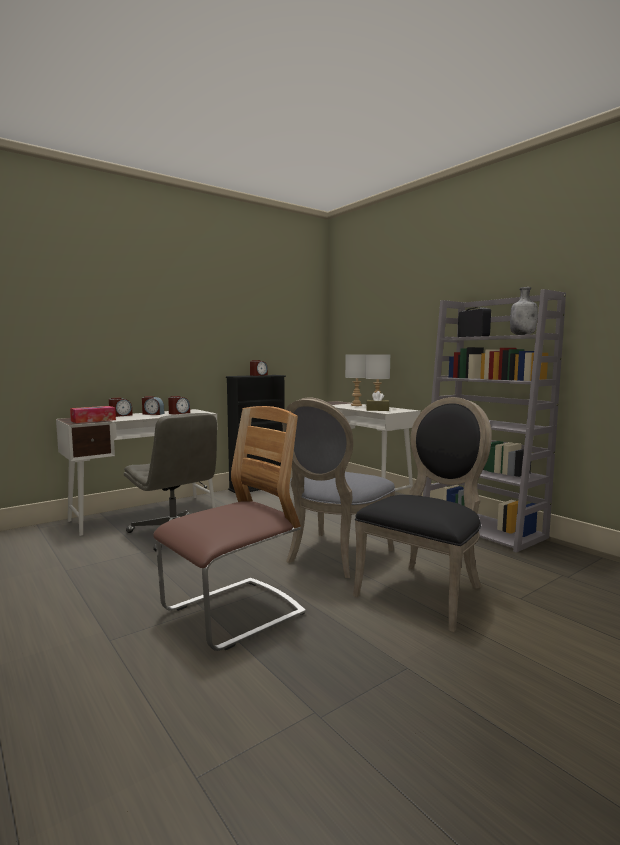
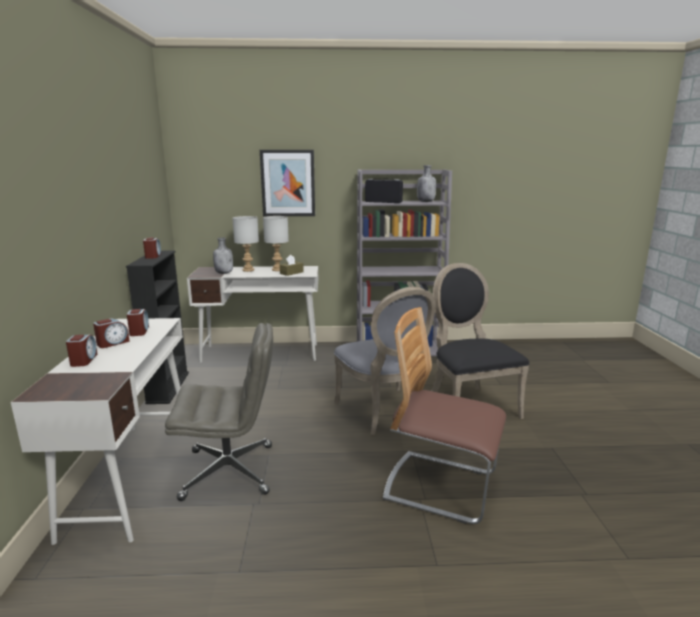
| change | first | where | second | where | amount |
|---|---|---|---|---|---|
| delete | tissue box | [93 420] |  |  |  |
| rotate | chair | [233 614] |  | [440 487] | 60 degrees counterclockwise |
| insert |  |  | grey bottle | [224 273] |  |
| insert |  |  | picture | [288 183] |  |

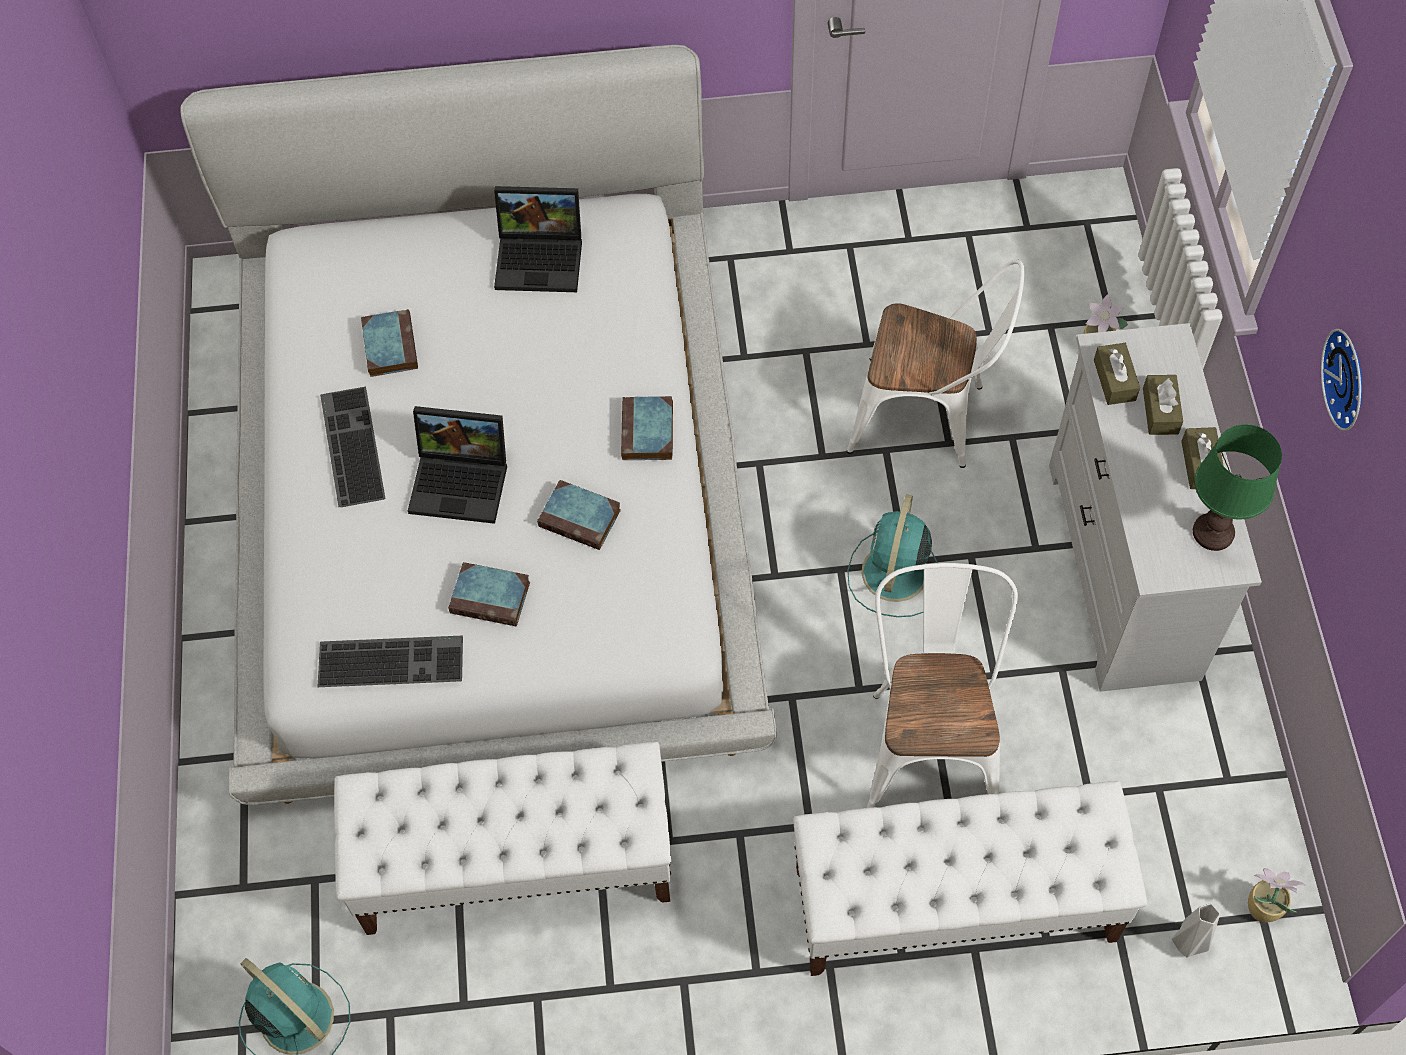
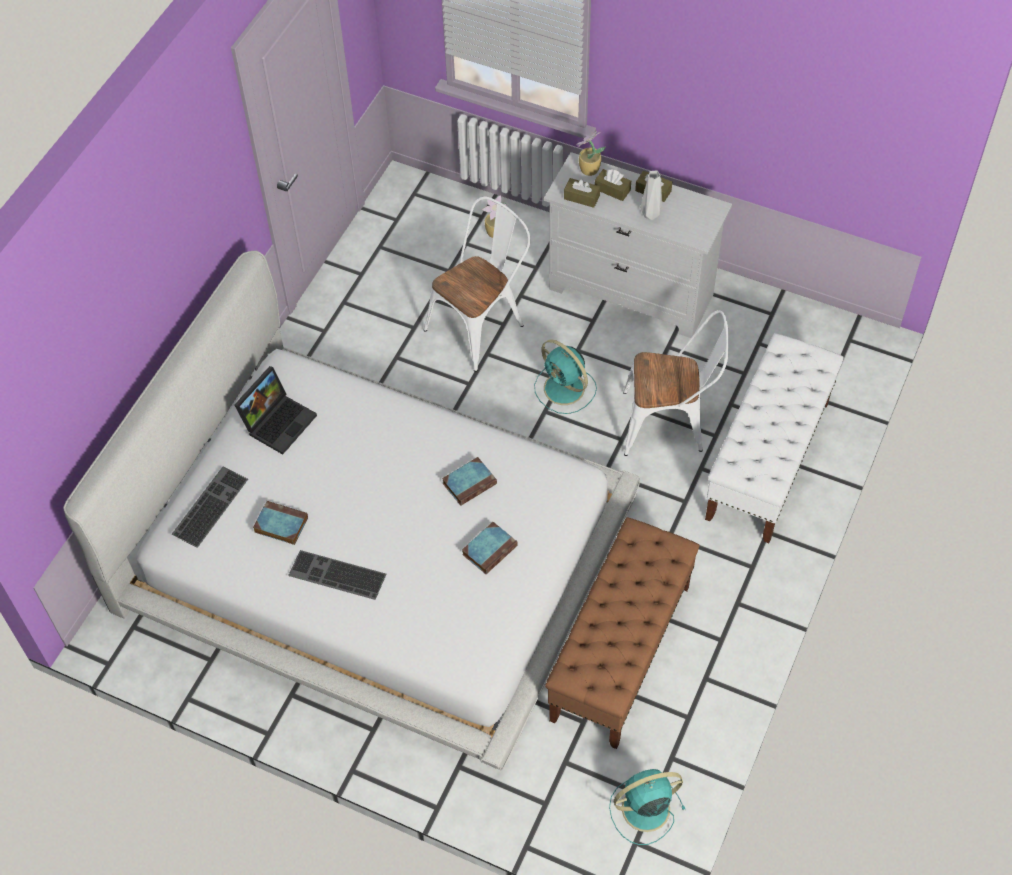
| change | first | where | second | where | amount |
|---|---|---|---|---|---|
| move | keyboard | [392 659] |  | [209 505] |  |
| recolor | white bench | [516 864] | brown bench | [620 652] |  |
| delete | laptop | [463 481] |  |  |  |
| delete | book | [648 433] |  |  |  |
| rotate | white chair | [929 739] |  | [670 423] | 150 degrees clockwise |
| move | grey vase | [1189 945] |  | [651 214] |  |
| delete | green table lamp | [1212 532] |  |  |  |
| move | potted plant | [1261 907] |  | [588 170] |  |
| delete | wall clock | [1349 379] |  |  |  |

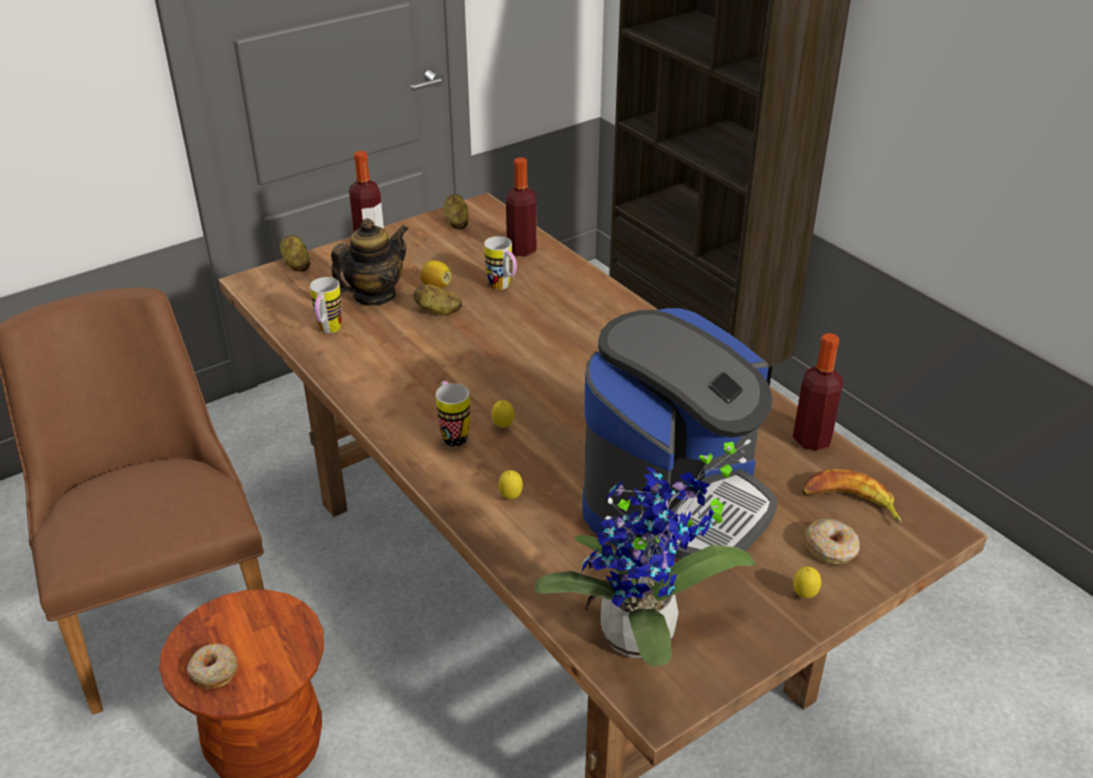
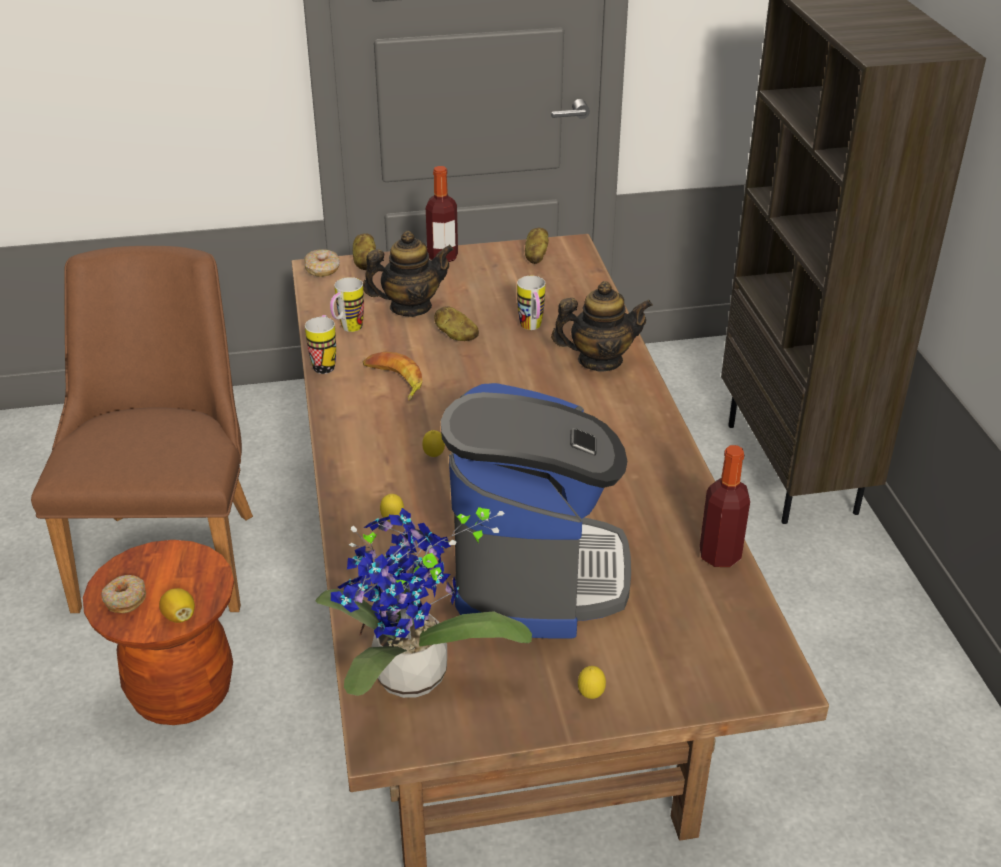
| change | first | where | second | where | amount |
|---|---|---|---|---|---|
| move | lemon | [436 286] |  | [179 616] |  |
| move | mug | [452 434] |  | [325 364] |  |
| delete | bottle | [521 250] |  |  |  |
| rotate | coffee machine | [676 504] |  | [536 574] | 60 degrees counterclockwise |
| move | banana | [850 503] |  | [394 381] |  |
| move | donut | [831 549] |  | [322 269] |  |
| insert |  |  | teapot | [599 360] |  |

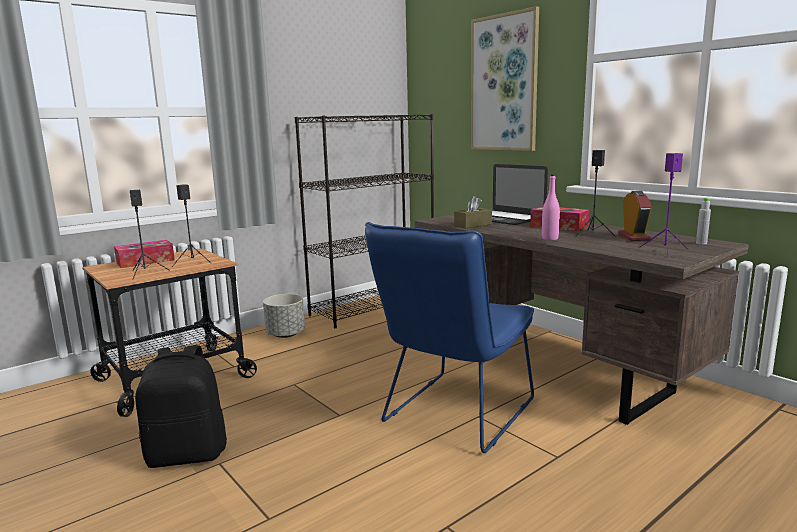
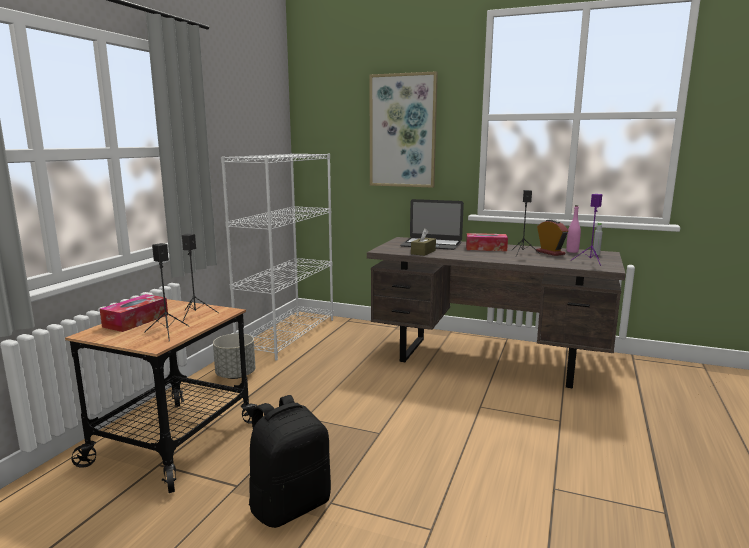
| change | first | where | second | where | amount |
|---|---|---|---|---|---|
| recolor | black bookcase | [374 307] | white bookcase | [288 335] |  |
| delete | blue chair | [454 415] |  |  |  |
| move | pink bottle | [550 239] |  | [572 251] |  |

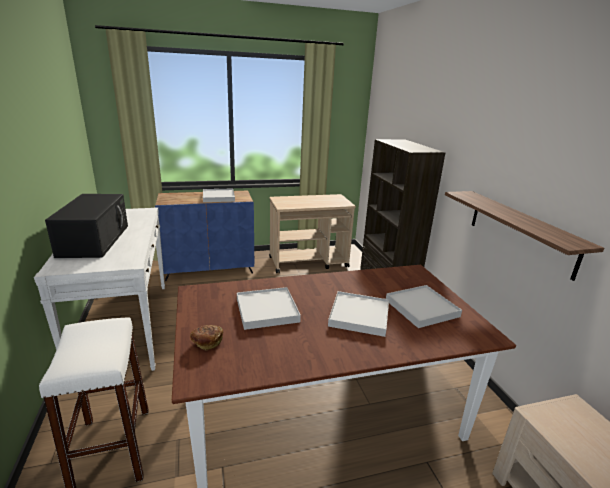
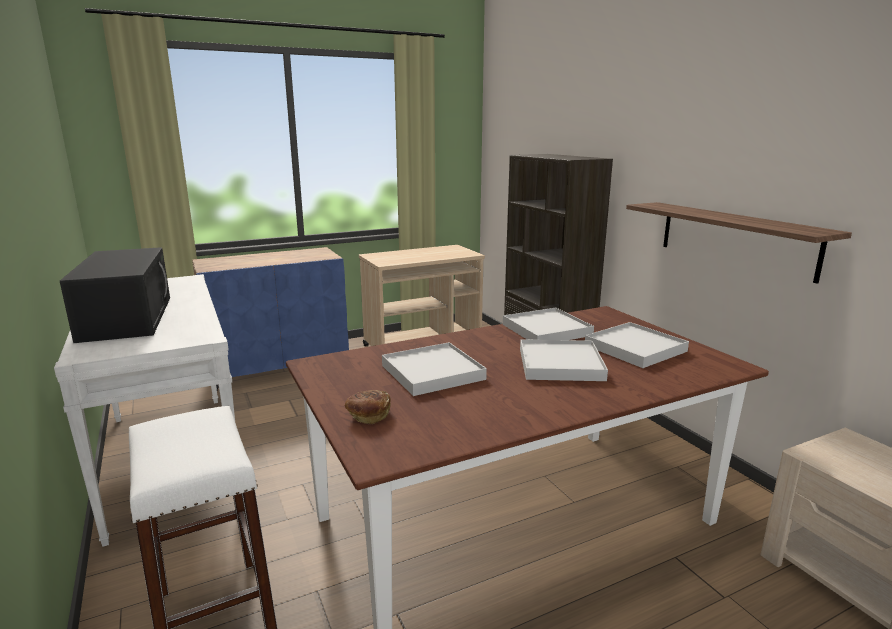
| change | first | where | second | where | amount |
|---|---|---|---|---|---|
| move | white tray | [218 197] |  | [546 330] |  |

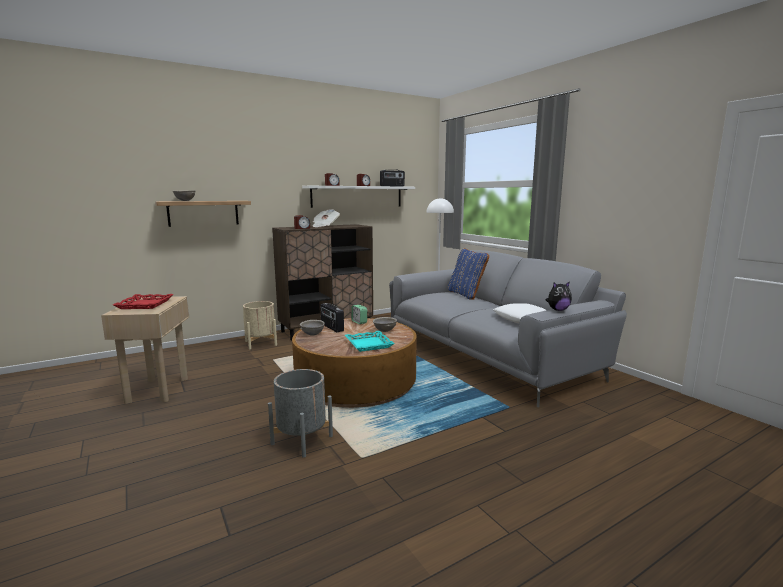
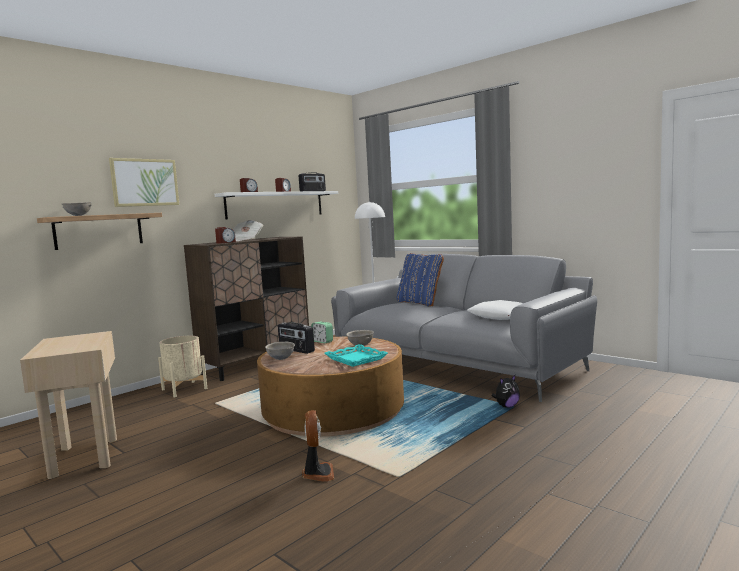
| change | first | where | second | where | amount |
|---|---|---|---|---|---|
| delete | red tray | [145 304] |  |  |  |
| replace | grey planter | [302 440] | fan | [317 473] |  |
| move | plush toy | [557 310] |  | [506 406] |  |
| insert |  |  | picture | [145 182] |  |

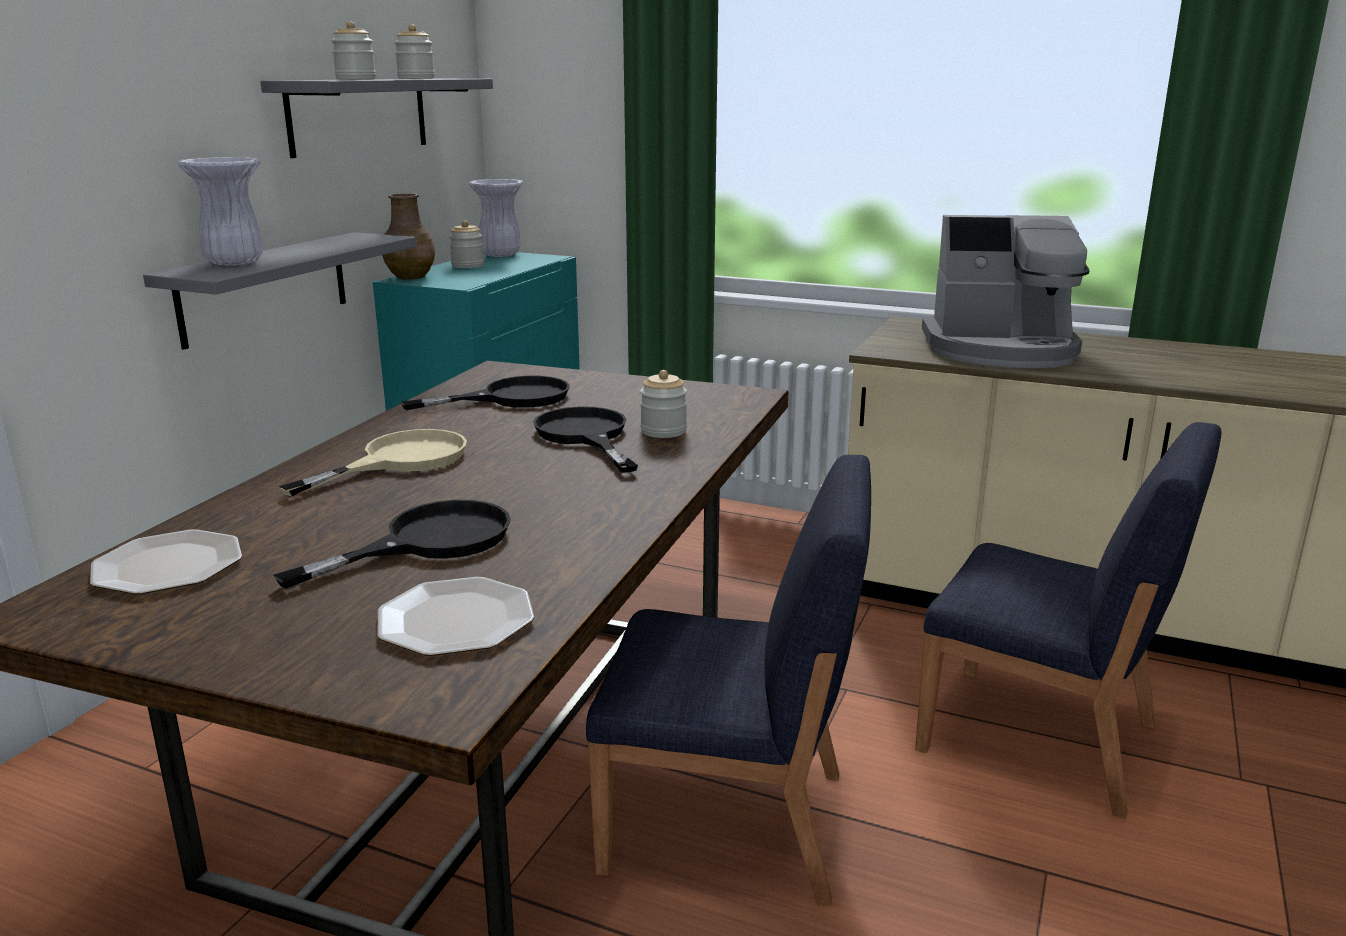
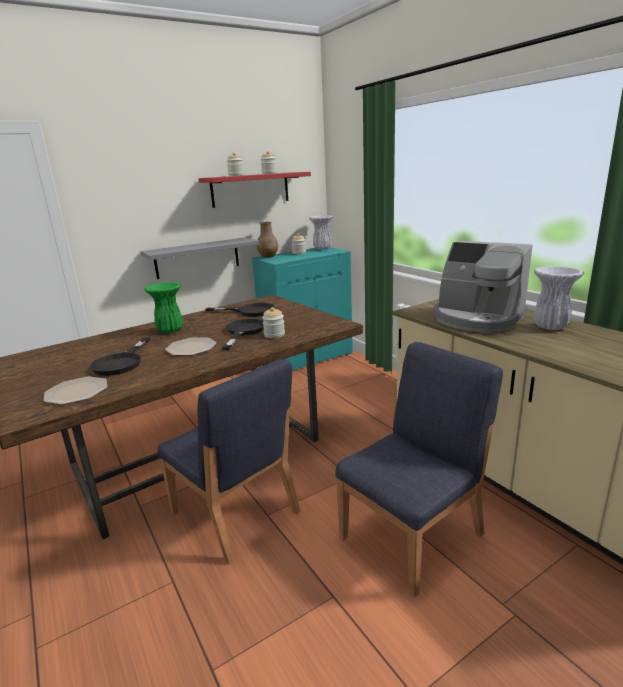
| change | first | where | second | where | amount |
|---|---|---|---|---|---|
| move | plate | [170 565] |  | [192 348] |  |
| move | white vase | [233 263] |  | [550 327] |  |
| recolor | grey shelf | [359 115] | red shelf | [250 189] |  |
| rotate | black frying pan | [428 541] |  | [121 362] | 105 degrees clockwise |
| replace | beige frying pan | [400 460] | green vase | [170 330] |  |
| rotate | blue chair | [1041 738] |  | [413 534] | 105 degrees counterclockwise |

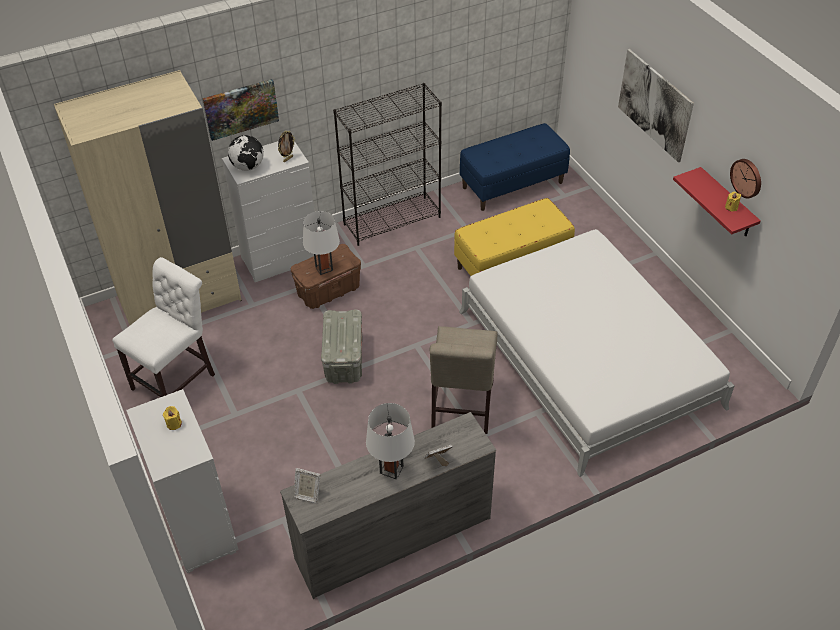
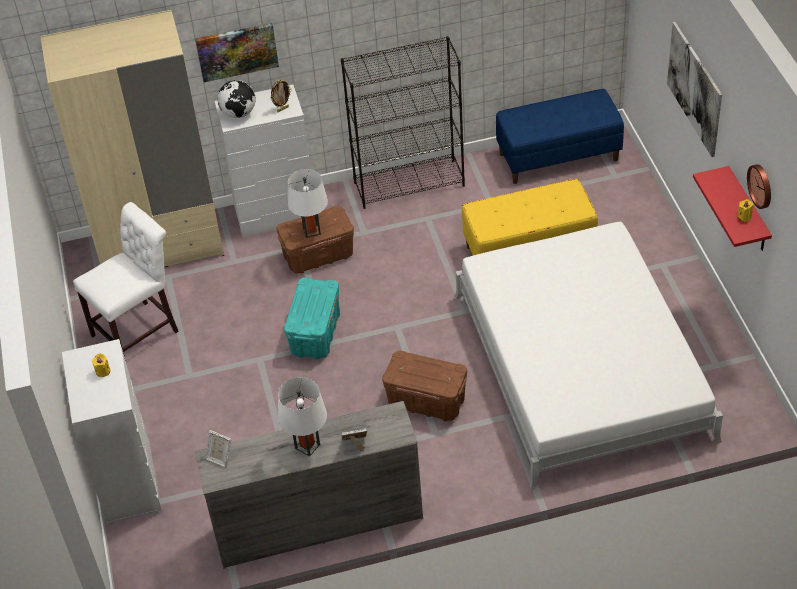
| change | first | where | second | where | amount |
|---|---|---|---|---|---|
| recolor | grey storage box | [343 360] | turquoise storage box | [315 333] |  |
| replace | beige chair | [461 409] | brown storage box | [426 402] |  |

